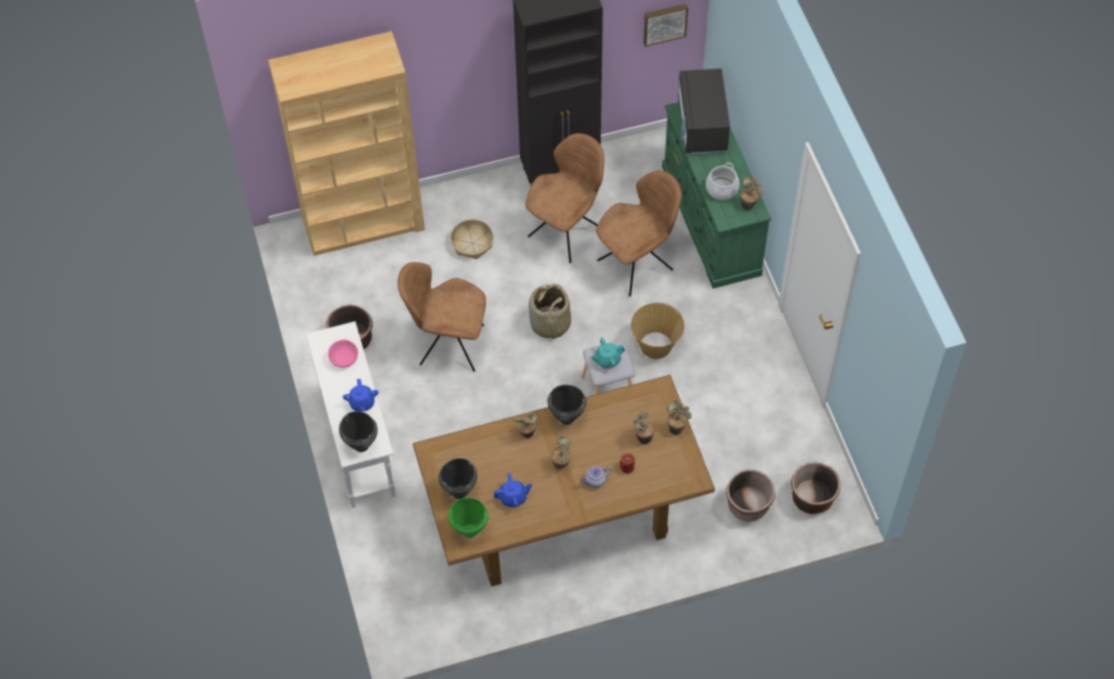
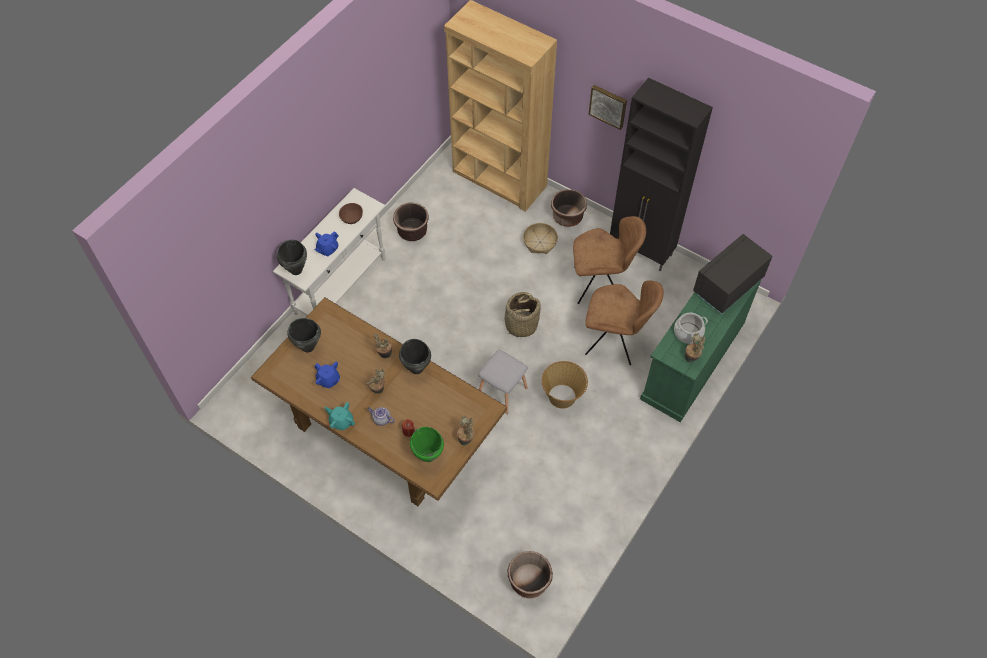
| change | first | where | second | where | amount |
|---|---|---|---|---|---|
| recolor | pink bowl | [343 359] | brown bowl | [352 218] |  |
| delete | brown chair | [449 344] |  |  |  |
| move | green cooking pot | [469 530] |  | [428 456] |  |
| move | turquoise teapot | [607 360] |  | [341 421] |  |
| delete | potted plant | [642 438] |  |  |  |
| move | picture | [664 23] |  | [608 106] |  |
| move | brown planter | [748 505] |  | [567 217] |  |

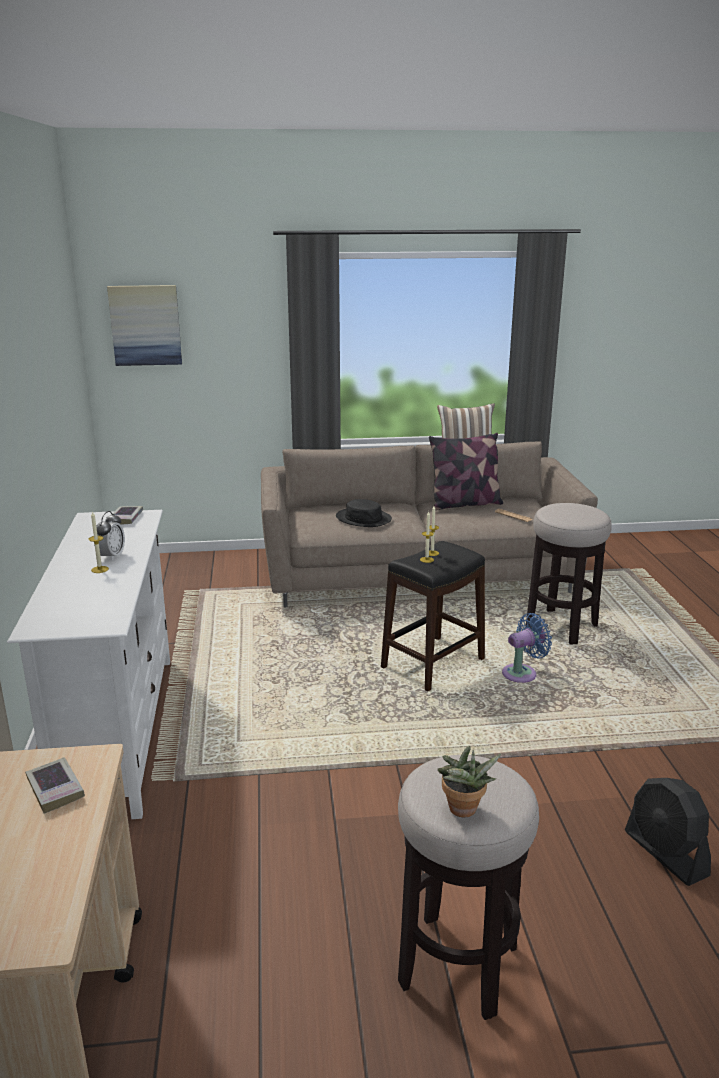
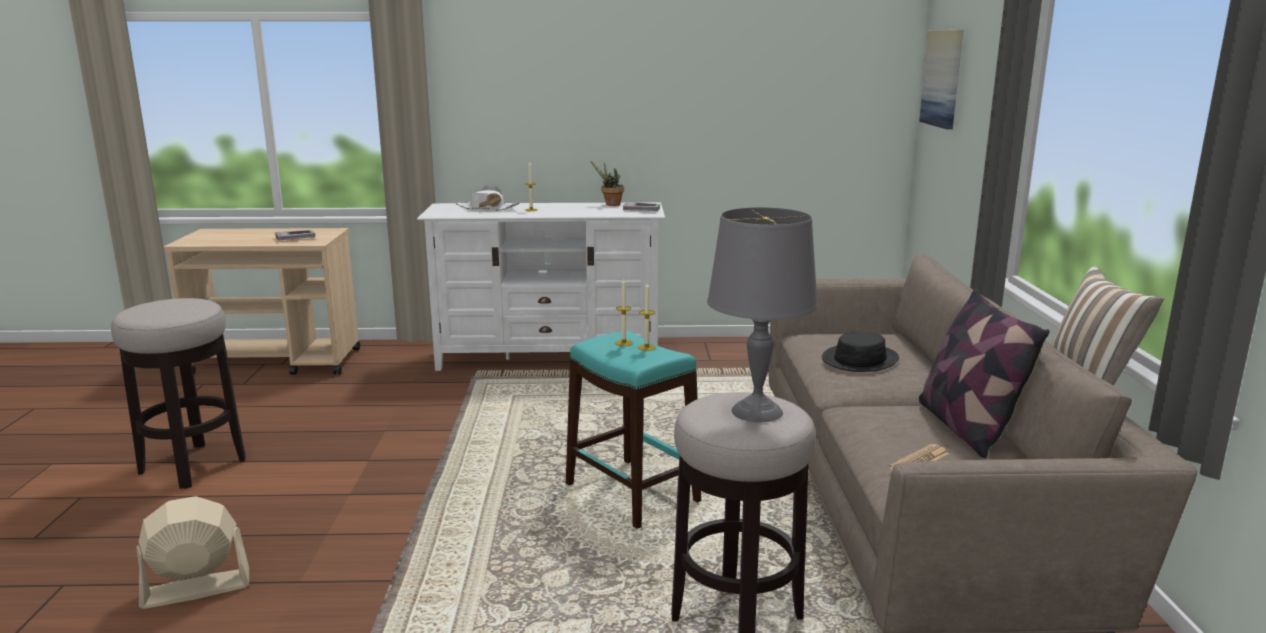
| change | first | where | second | where | amount |
|---|---|---|---|---|---|
| delete | alarm clock | [111 556] |  |  |  |
| recolor | black stool | [433 663] | turquoise stool | [631 493] |  |
| move | potted plant | [463 811] |  | [610 204] |  |
| delete | blue fan | [522 673] |  |  |  |
| recolor | black fan | [665 854] | beige fan | [195 589] |  |
| insert |  |  | white hat | [487 208] |  |
| insert |  |  | grey table lamp | [758 411] |  |

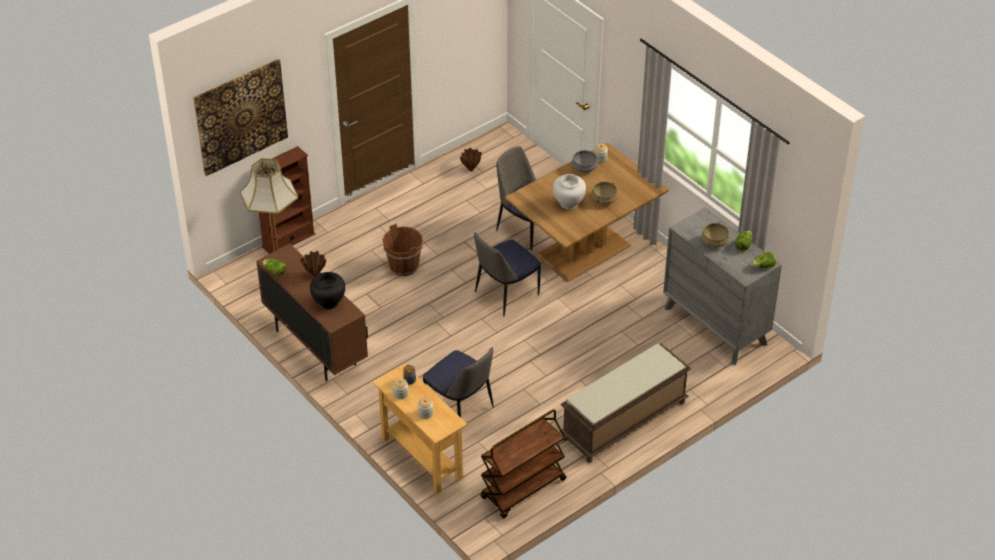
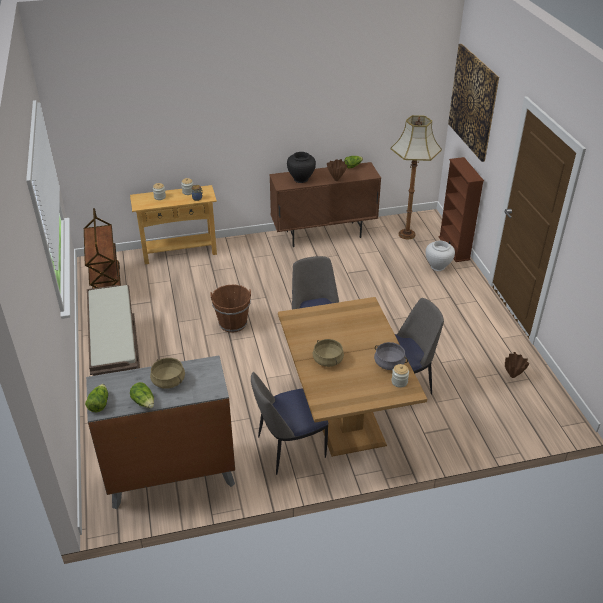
| change | first | where | second | where | amount |
|---|---|---|---|---|---|
| move | brown bucket | [403 266] |  | [233 323] |  |
| move | chair | [460 409] |  | [289 448] |  |
| move | white vase | [568 204] |  | [438 266] |  |

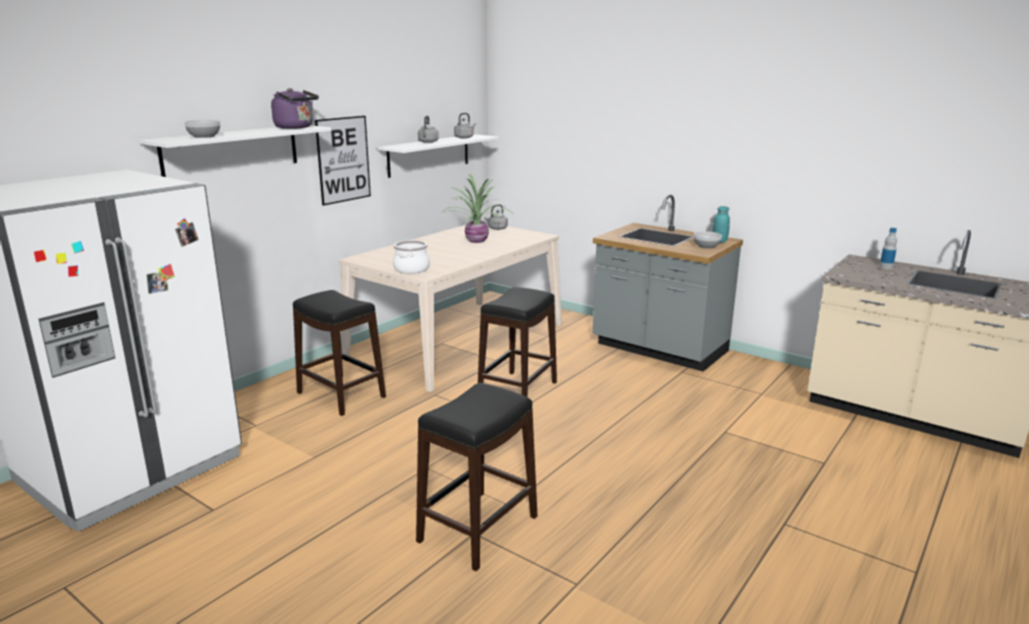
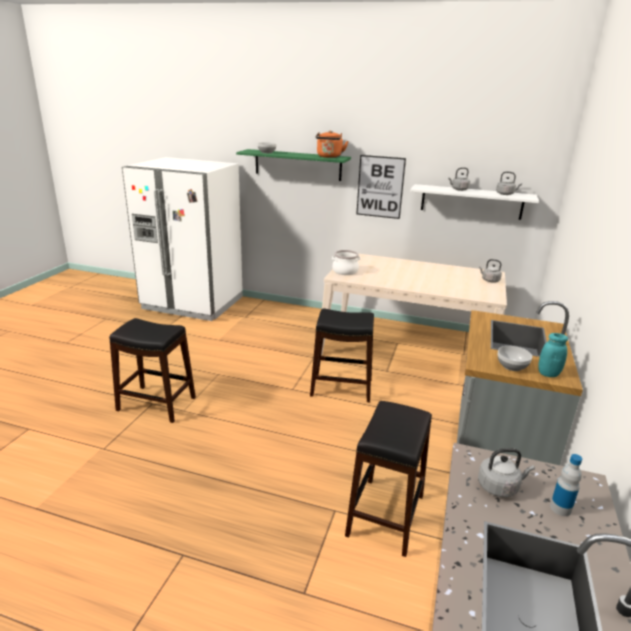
| change | first | where | second | where | amount |
|---|---|---|---|---|---|
| recolor | white shelf | [231 151] | green shelf | [297 165] |  |
| recolor | purple kettle | [296 127] | orange kettle | [329 157] |  |
| move | black stool | [341 395] |  | [385 515] |  |
| delete | potted plant | [476 241] |  |  |  |
| insert |  |  | grey kettle | [499 487] |  |

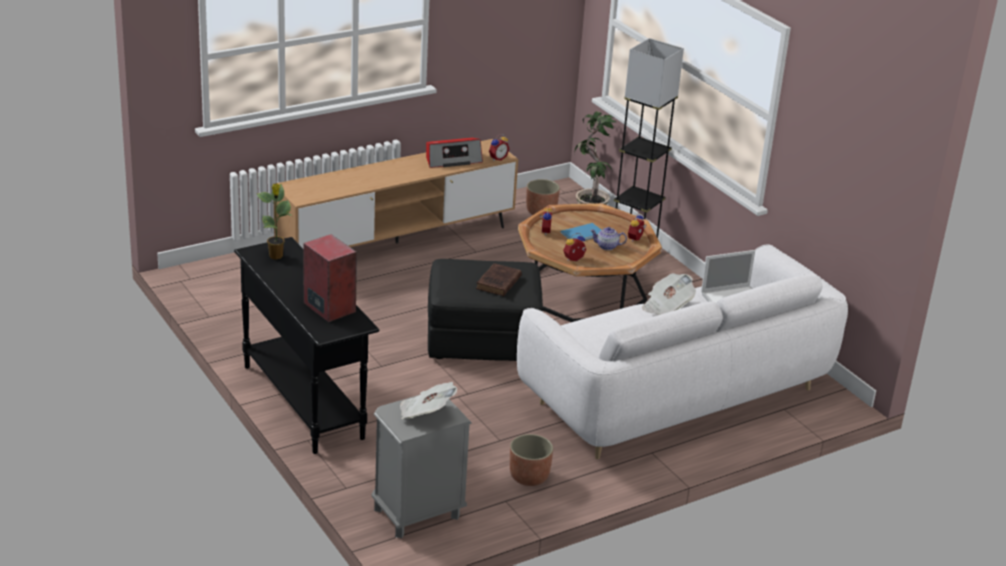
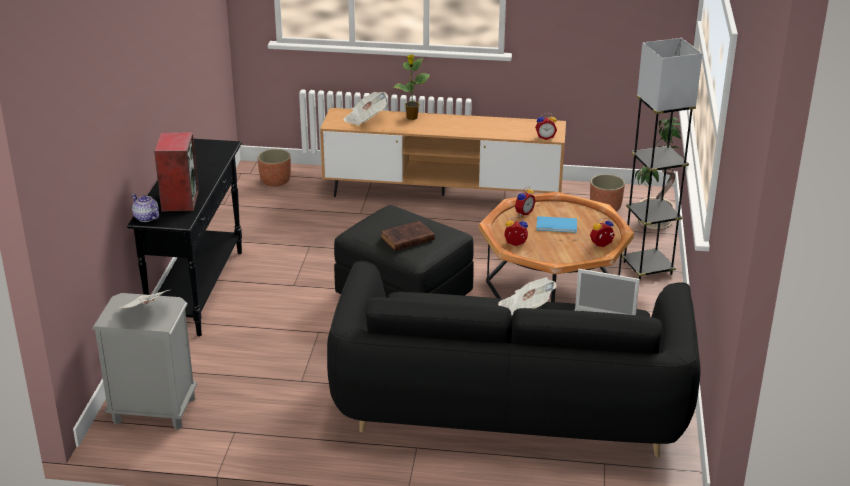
| change | first | where | second | where | amount |
|---|---|---|---|---|---|
| move | potted plant | [276 256] |  | [412 118] |  |
| delete | radio | [452 160] |  |  |  |
| move | planter | [529 477] |  | [275 181] |  |
| recolor | white sofa | [676 396] | black sofa | [510 408] |  |
| move | teapot | [607 246] |  | [146 218] |  |
| insert |  |  | newspaper | [365 119] |  |

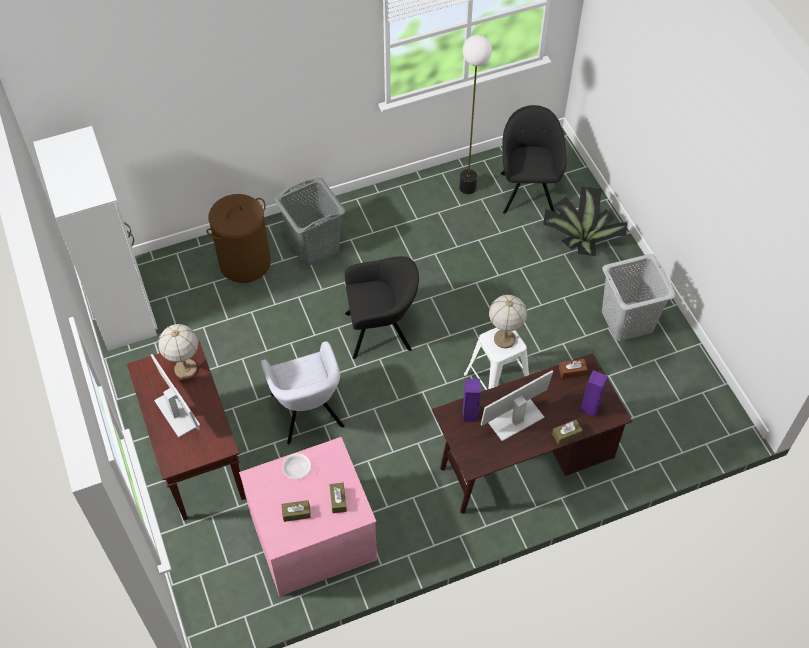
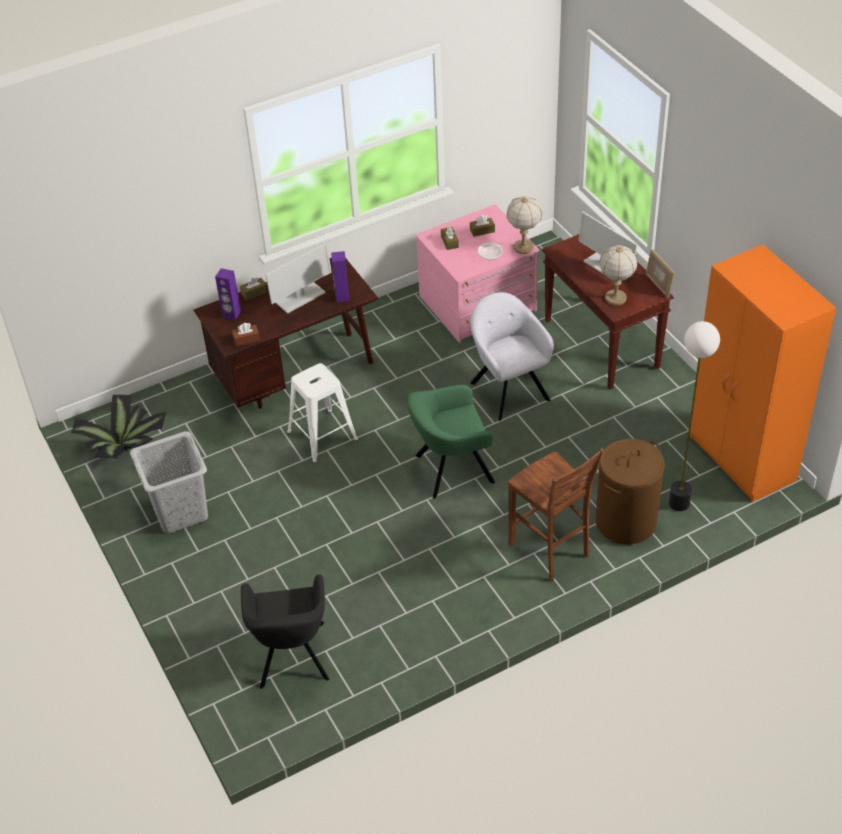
| change | first | where | second | where | amount |
|---|---|---|---|---|---|
| recolor | white wardrobe | [123 306] | orange wardrobe | [741 460] |  |
| replace | grey laundry basket | [314 246] | brown stool | [550 551] |  |
| recolor | black armchair | [381 331] | green armchair | [451 469] |  |
| move | floor lamp | [468 187] |  | [678 503] |  |
| move | table lamp | [504 339] |  | [523 248] |  |
| move | potted plant | [580 240] |  | [125 451] |  |
| insert |  |  | picture frame | [658 285] |  |

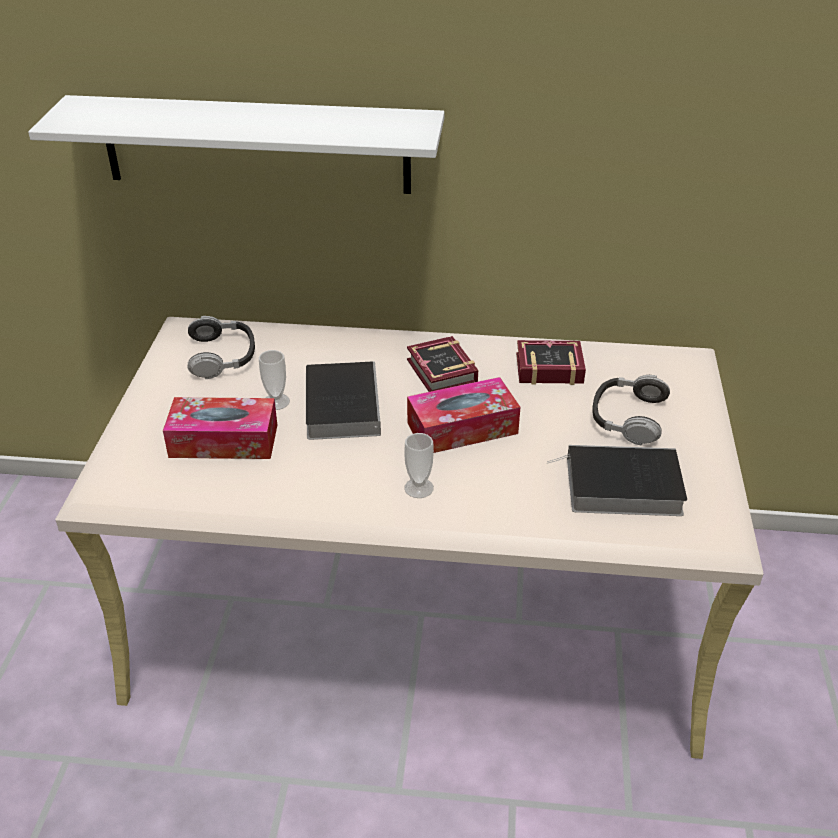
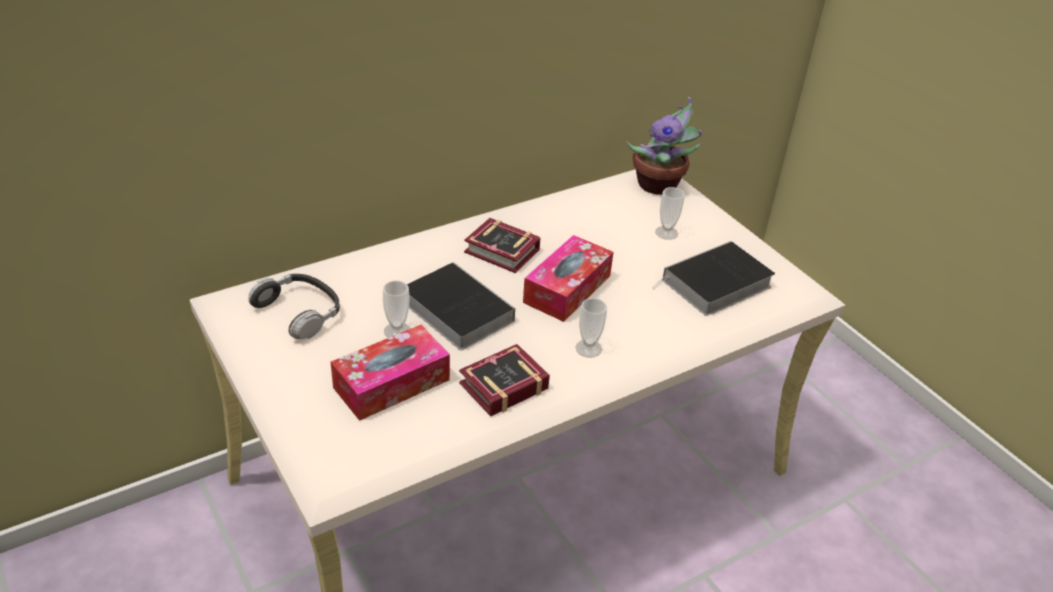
| change | first | where | second | where | amount |
|---|---|---|---|---|---|
| delete | white shelf | [256 145] |  |  |  |
| move | book | [546 367] |  | [499 386] |  |
| replace | headphones | [627 417] | cup | [666 233] |  |
| insert |  |  | potted plant | [659 185] |  |

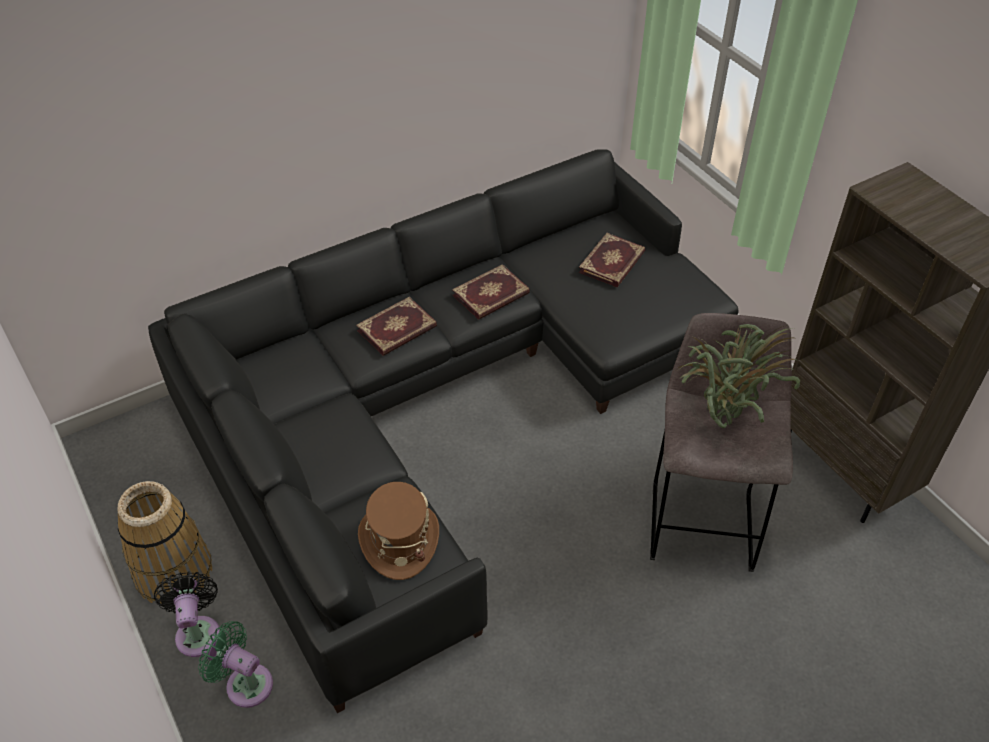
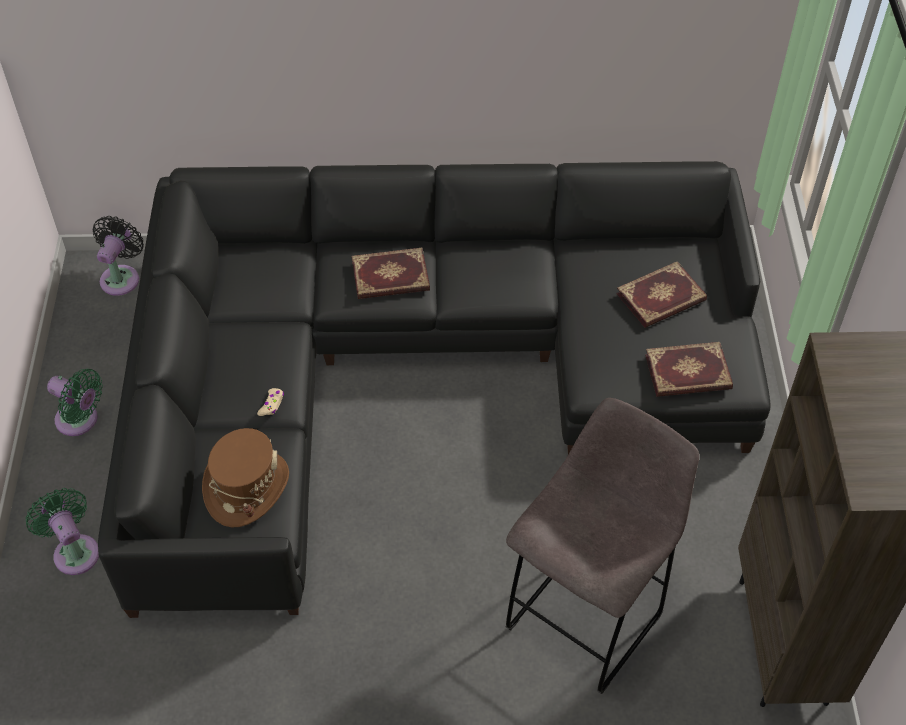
| change | first | where | second | where | amount |
|---|---|---|---|---|---|
| replace | basket | [174 571] | green fan | [80 421] |  |
| move | black fan | [198 631] |  | [122 277] |  |
| move | book | [491 295] |  | [688 373] |  |
| delete | potted plant | [721 422] |  |  |  |
| insert |  |  | beige game controller | [272 405] |  |

